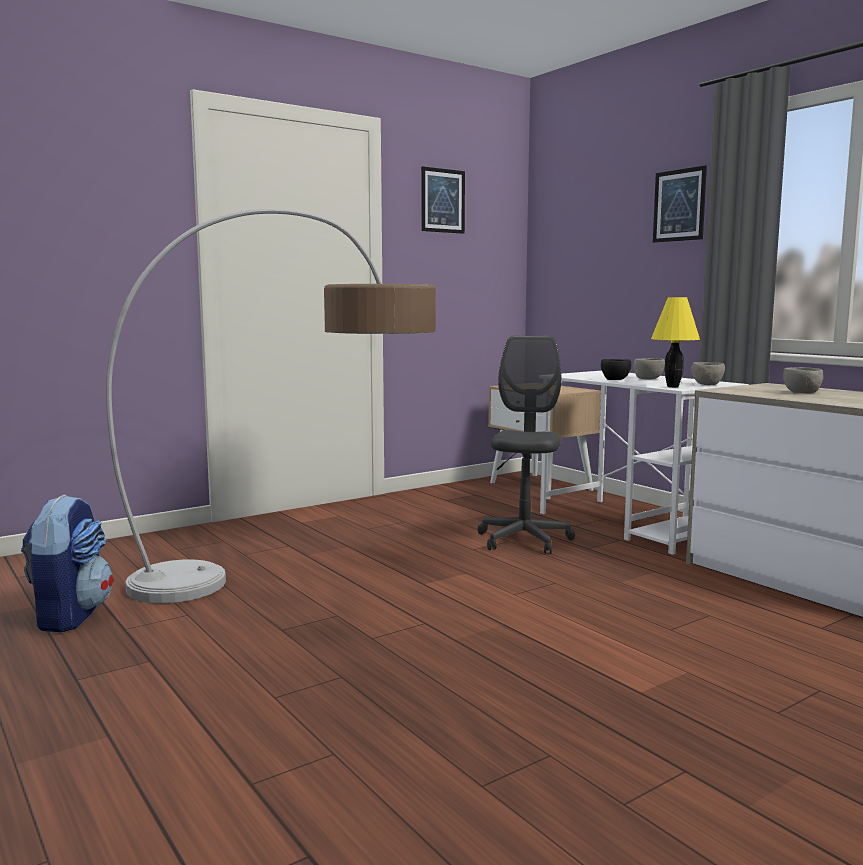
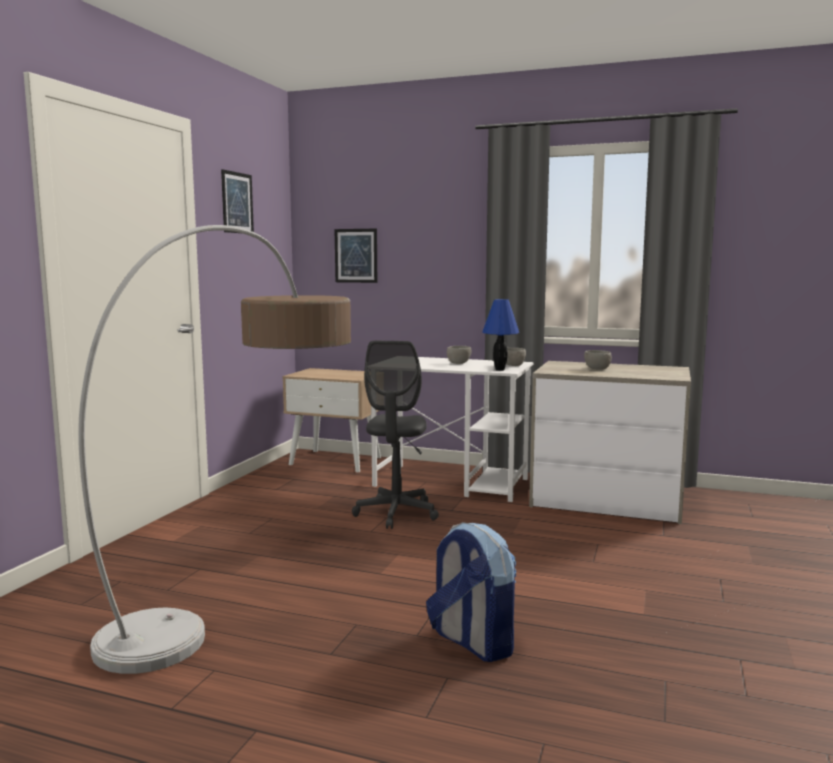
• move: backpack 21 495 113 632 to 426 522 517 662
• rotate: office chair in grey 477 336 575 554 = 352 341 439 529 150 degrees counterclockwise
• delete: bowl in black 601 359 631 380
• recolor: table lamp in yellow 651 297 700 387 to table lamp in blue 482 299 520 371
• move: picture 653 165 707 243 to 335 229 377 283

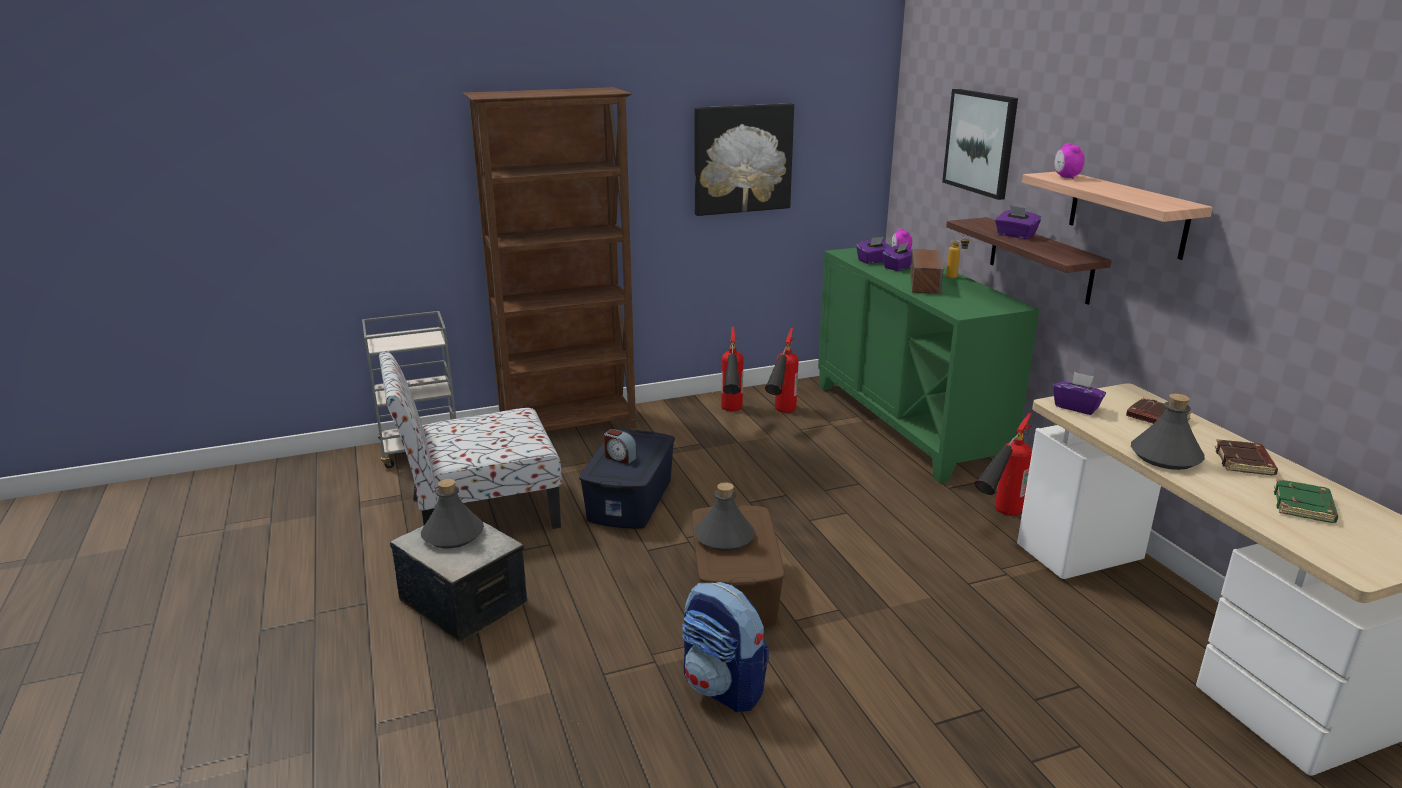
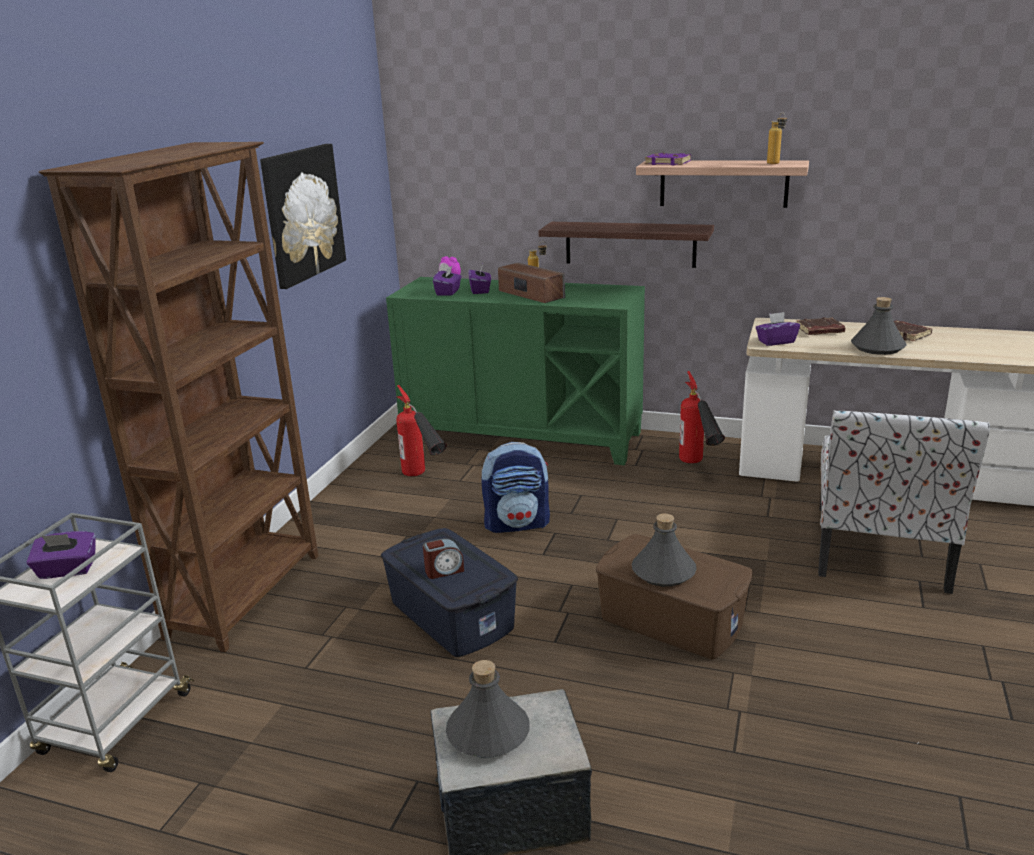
• move: chair 379 351 562 529 to 818 410 990 594
• move: backpack 682 582 769 712 to 481 442 550 533
• delete: fire extinguisher 721 327 743 411
• delete: picture 942 89 1018 200
• move: tissue box in purple 995 205 1041 239 to 27 531 96 579
• replace: alarm clock 1054 143 1085 179 to book in purple 645 153 691 165
• delete: book in green 1274 479 1338 523
• insert: bottle 767 112 787 164

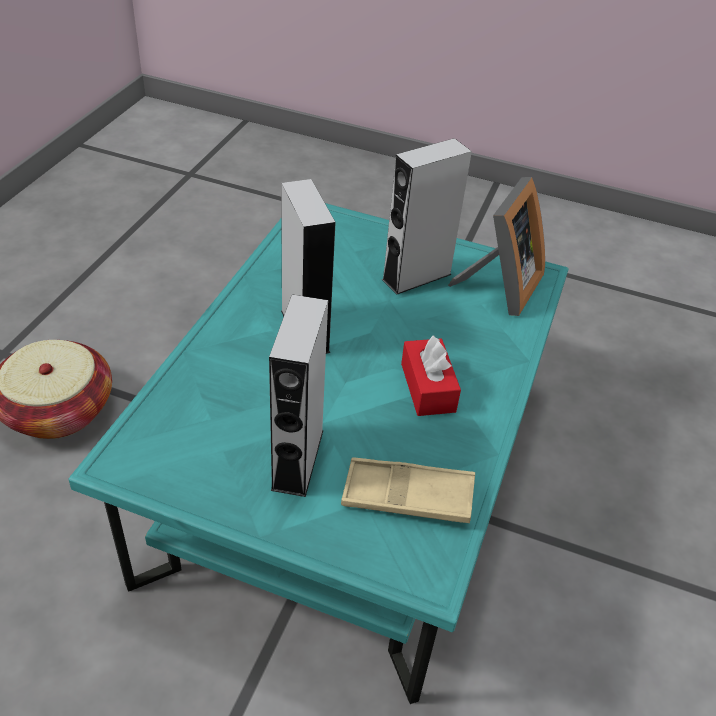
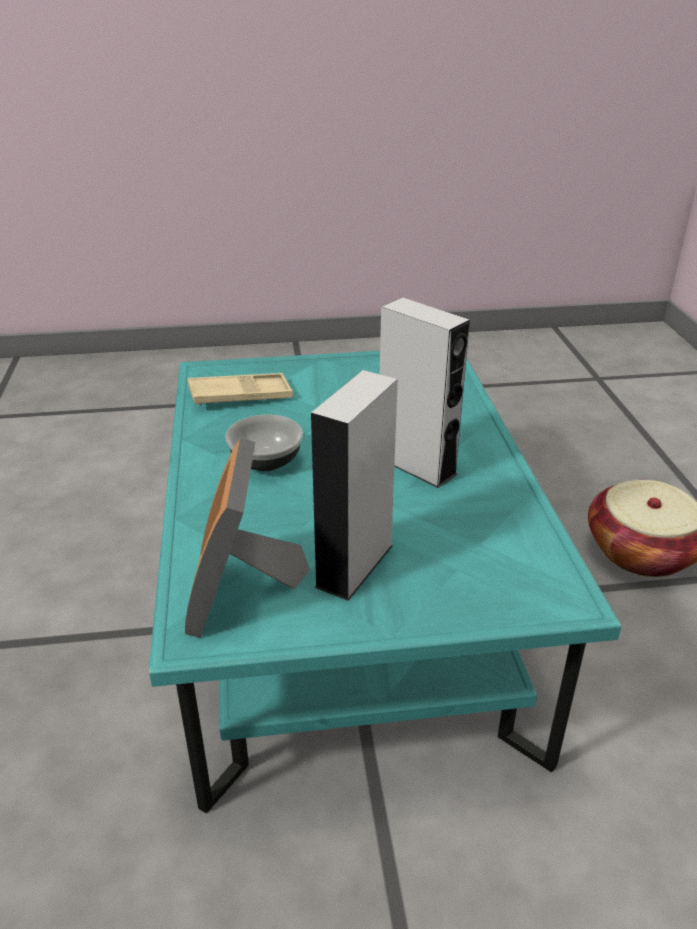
• delete: speaker in grey 269 294 328 497
• replace: tissue box in red 401 336 461 416 to bowl 225 415 303 471

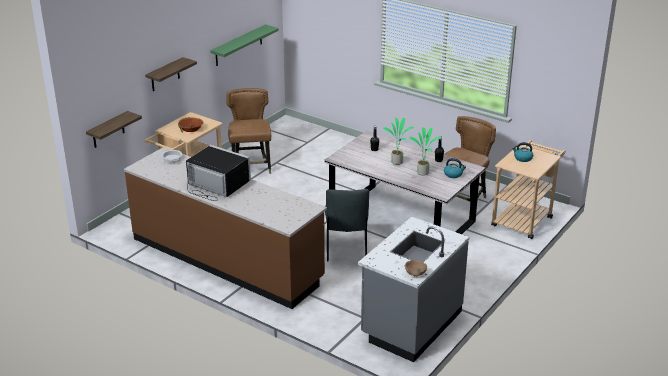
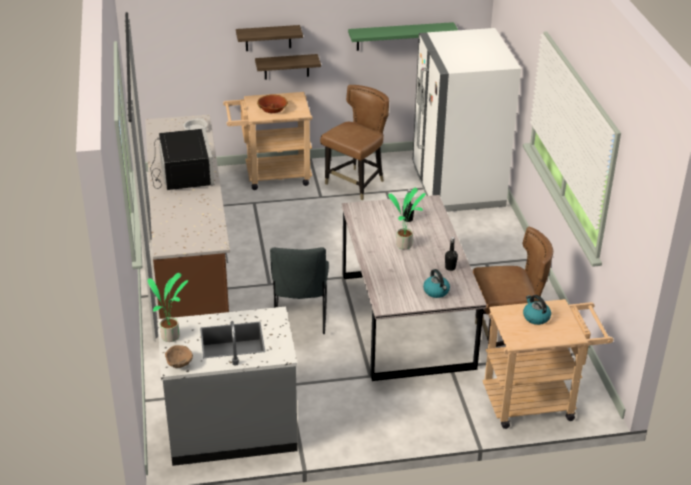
• move: shelf 86 111 142 148 to 255 54 321 80
• rotate: chair in grey 325 189 369 261 = 270 247 329 334 45 degrees counterclockwise
• move: potted plant 409 127 441 176 to 148 273 188 342
• insert: fridge in white 413 28 521 212

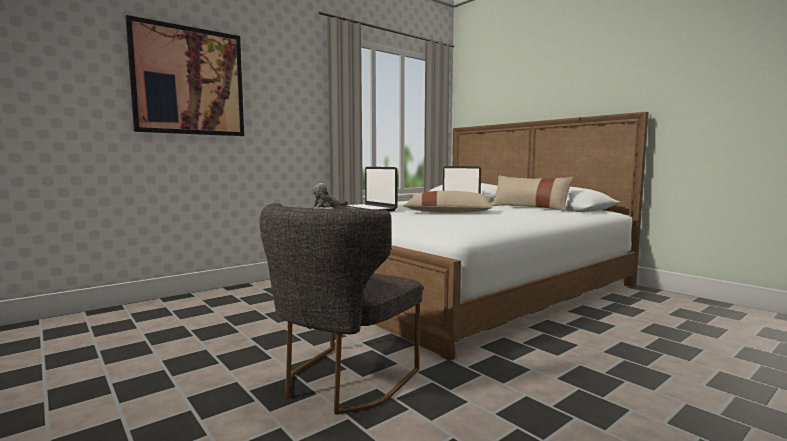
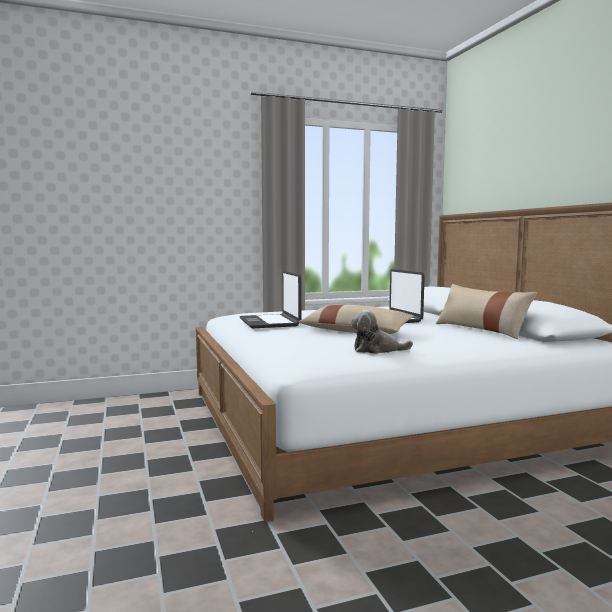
• delete: picture 125 15 244 136
• delete: chair in grey 260 203 423 415
• move: plush toy 312 183 349 208 to 351 310 413 354

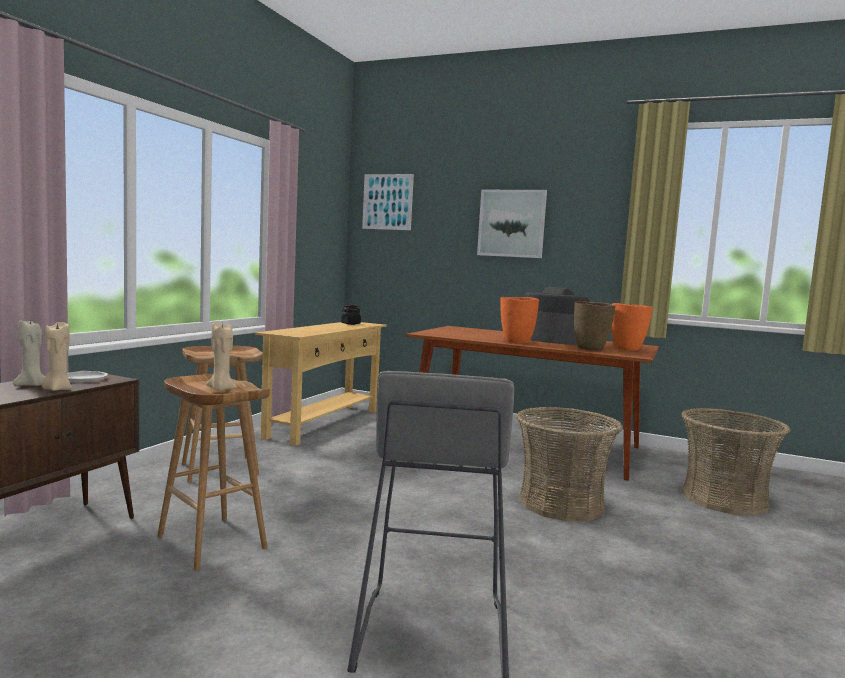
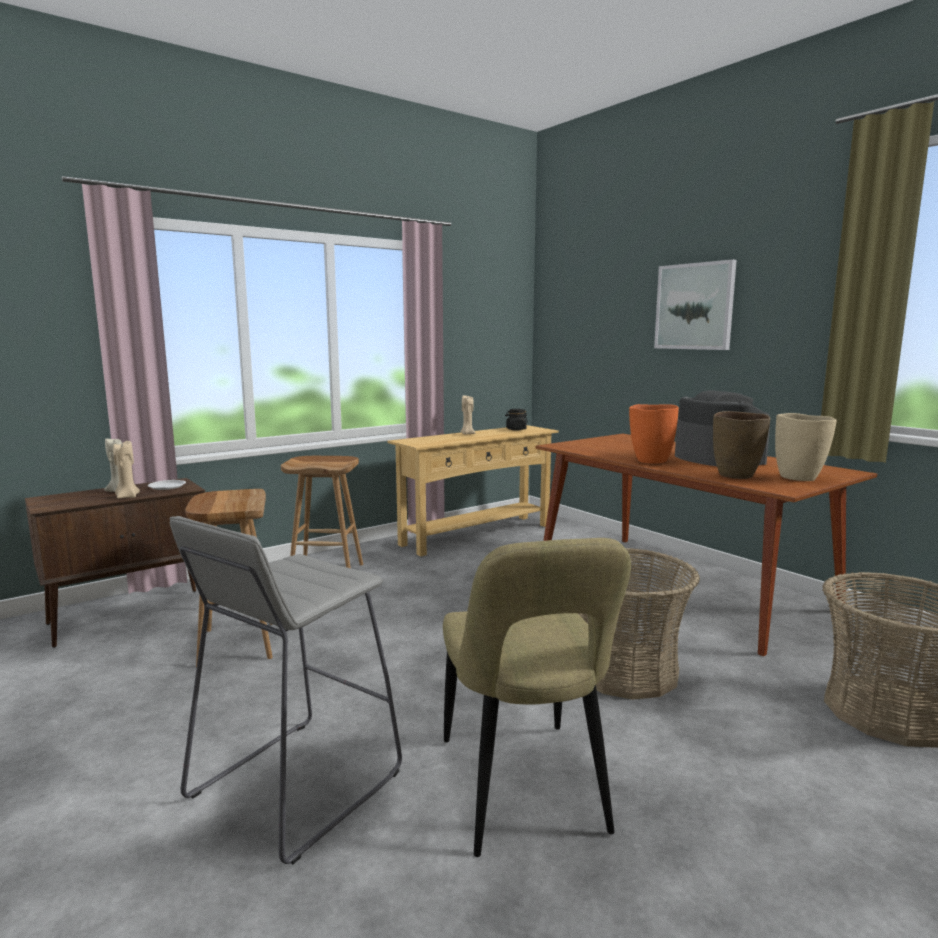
• move: candle in beige 206 322 237 391 to 461 395 475 435
• delete: picture 362 174 414 230
• recolor: vase in orange 611 303 653 351 to vase in beige 775 413 837 481
• insert: chair in beige 443 538 631 857

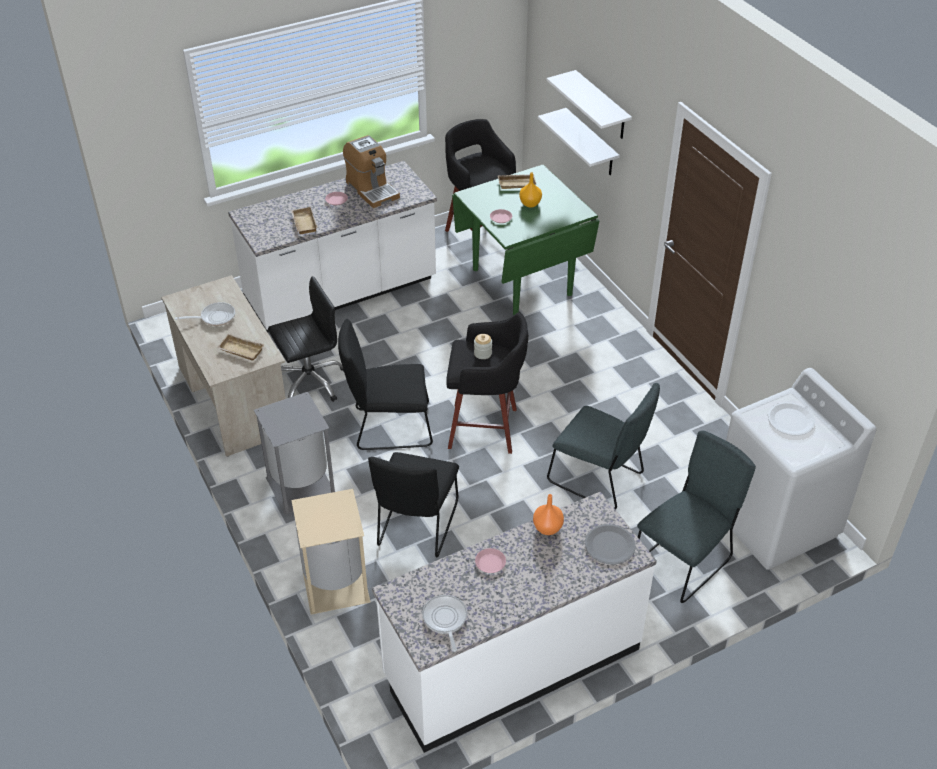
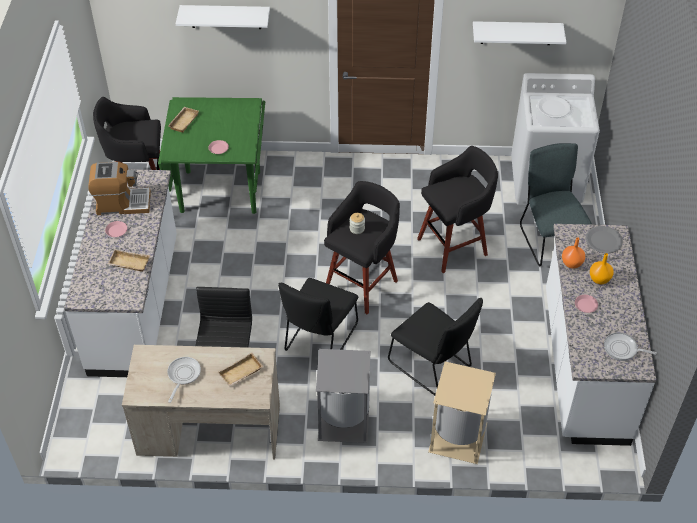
• move: vase in orange 519 172 542 208 to 590 253 614 284
• move: shelf in white 538 108 620 175 to 473 21 566 45
• replace: chair in grey 547 383 660 510 to stool in black 417 146 498 273

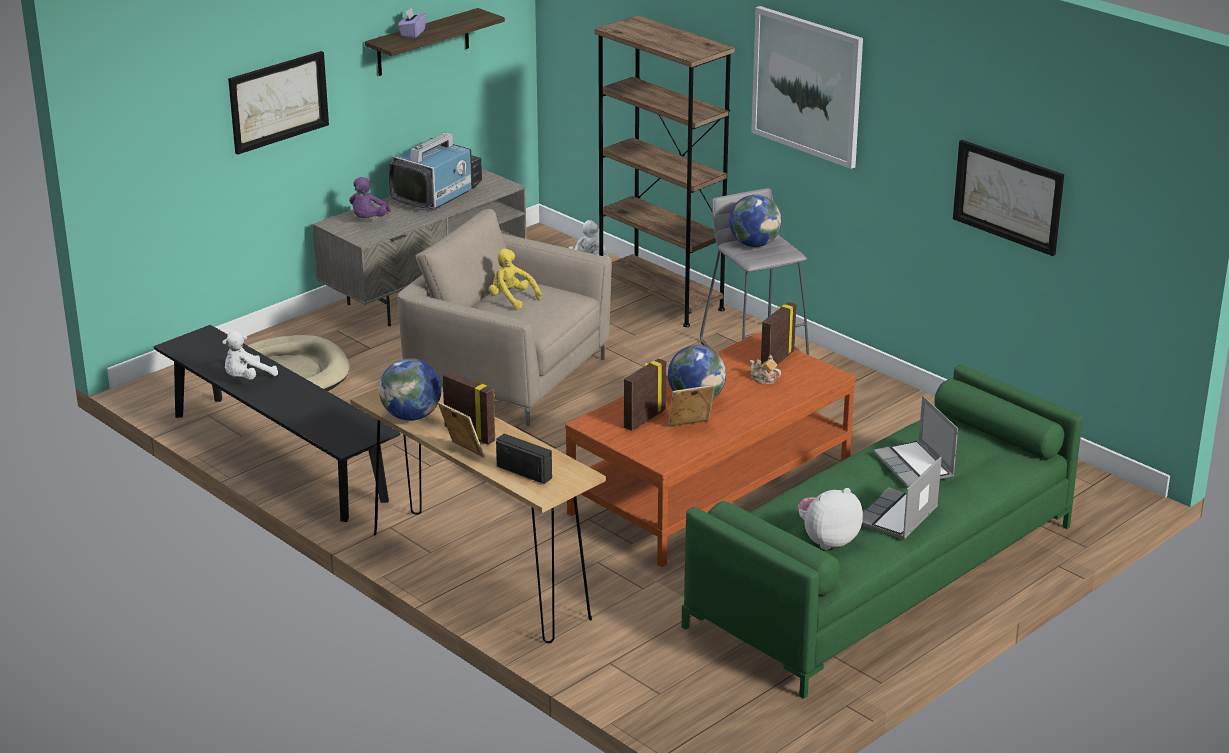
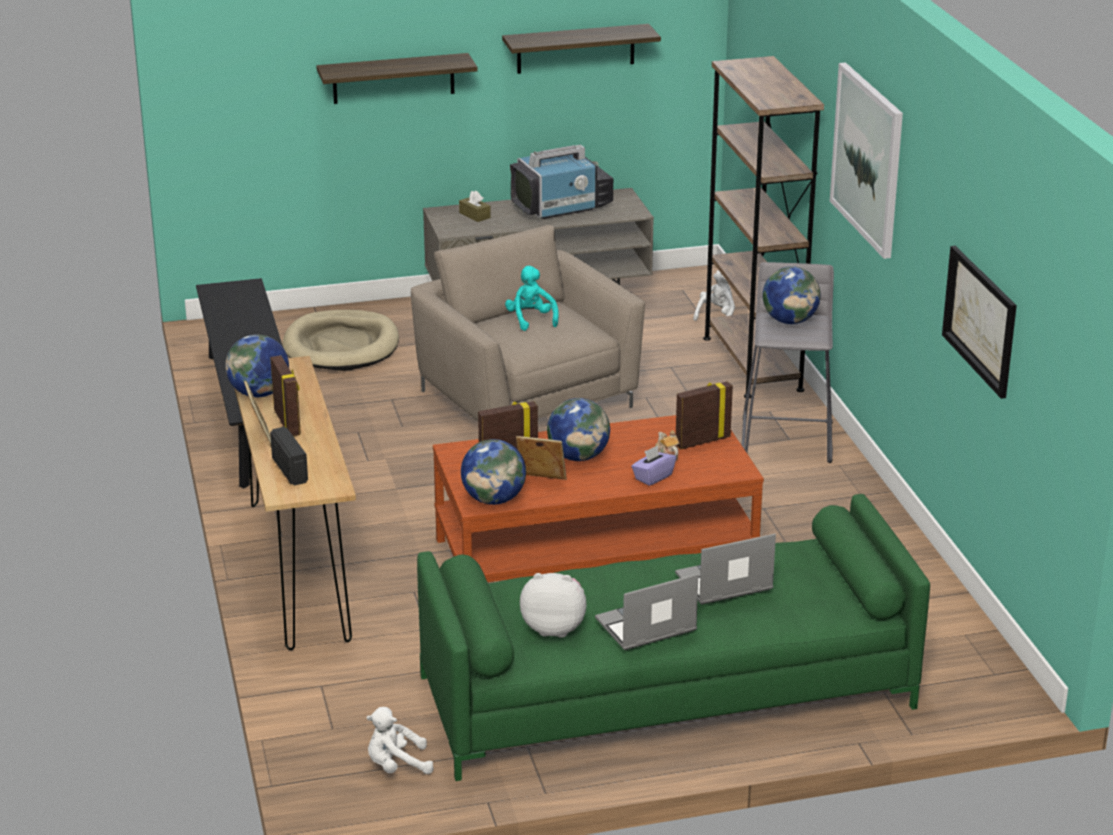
• move: plush toy in white 222 331 278 380 to 366 707 433 774
• replace: picture 228 51 329 155 to shelf 316 53 478 104
• replace: plush toy in purple 349 177 391 218 to tissue box in brown 459 191 491 222
• move: tissue box in purple 398 8 427 38 to 631 445 676 486
• recolor: plush toy in yellow 489 249 542 310 to plush toy in turquoise 505 266 559 331
• rotate: laptop 873 396 958 487 = 675 533 776 604 60 degrees clockwise
• insert: globe 461 439 526 505

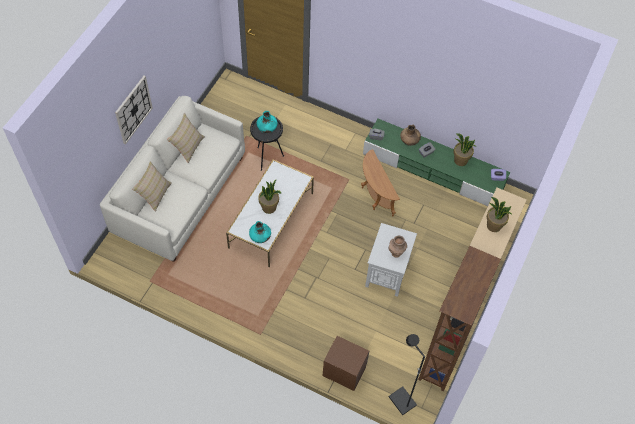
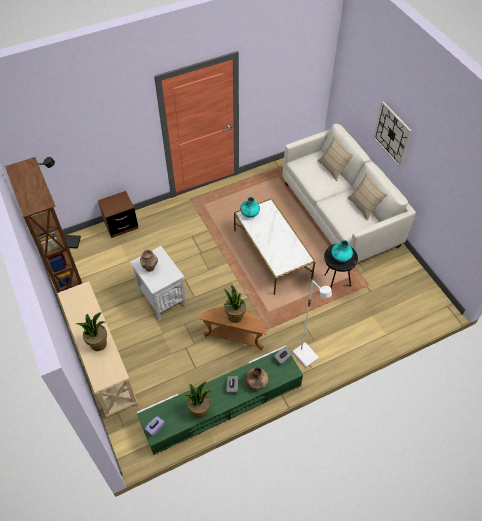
• move: potted plant 258 179 281 214 to 223 285 246 323
• insert: floor lamp in white 292 280 332 367

